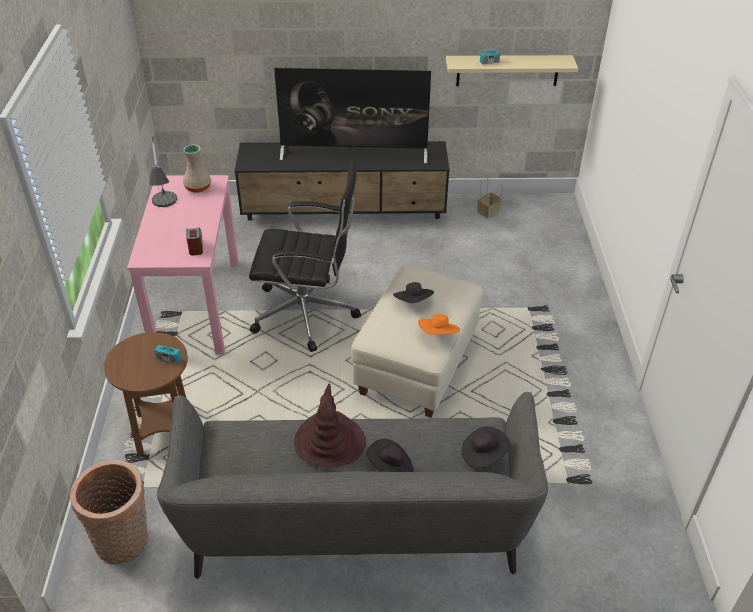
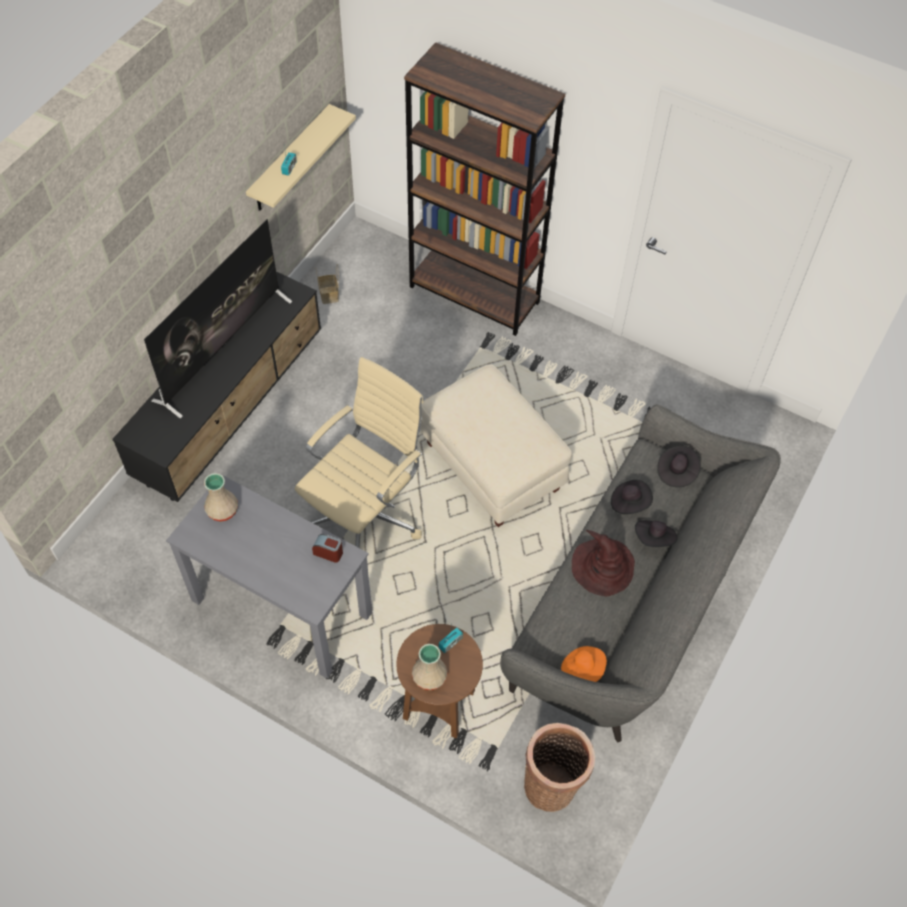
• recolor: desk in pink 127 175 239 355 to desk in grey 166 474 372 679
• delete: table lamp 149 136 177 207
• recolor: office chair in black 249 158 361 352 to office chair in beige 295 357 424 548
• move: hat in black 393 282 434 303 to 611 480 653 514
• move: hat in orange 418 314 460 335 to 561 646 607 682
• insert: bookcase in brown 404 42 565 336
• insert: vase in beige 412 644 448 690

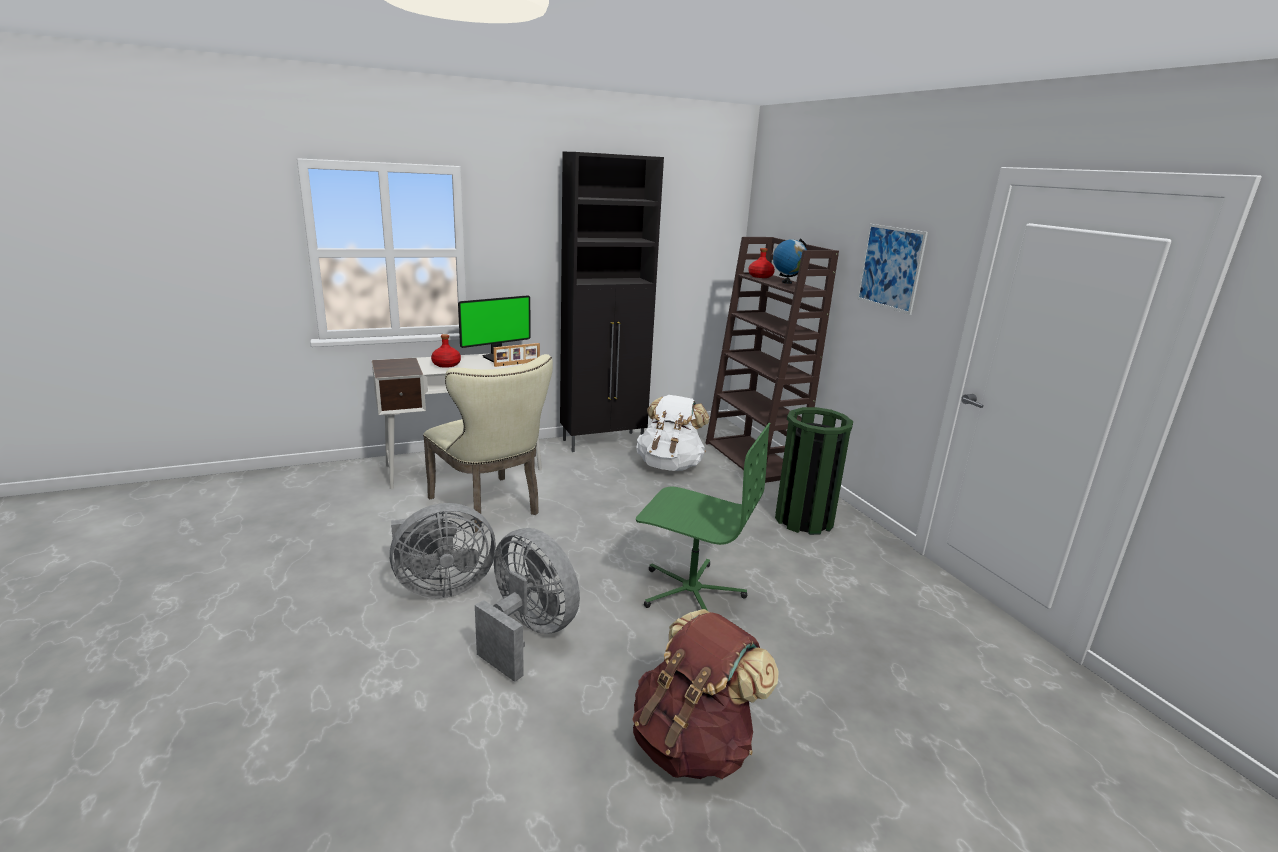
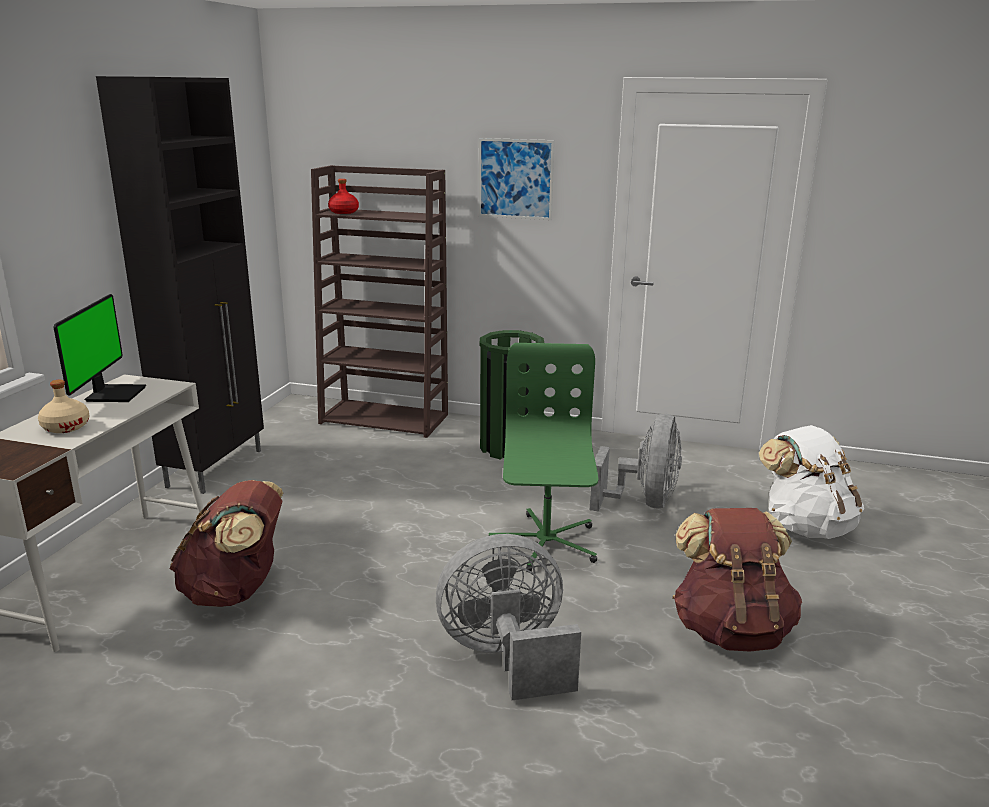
• move: fan in grey 390 503 496 598 to 590 414 682 512
• replace: chair in beige 423 354 553 533 to backpack in brown 170 480 283 607
• recolor: bottle in red 431 334 461 368 to bottle in beige 38 380 89 433
• delete: picture frame 493 343 540 367
• move: backpack in white 636 395 709 471 to 759 425 864 539
• rotate: office chair in green 636 423 770 611 = 488 343 599 572 60 degrees counterclockwise
• delete: globe 773 238 807 284

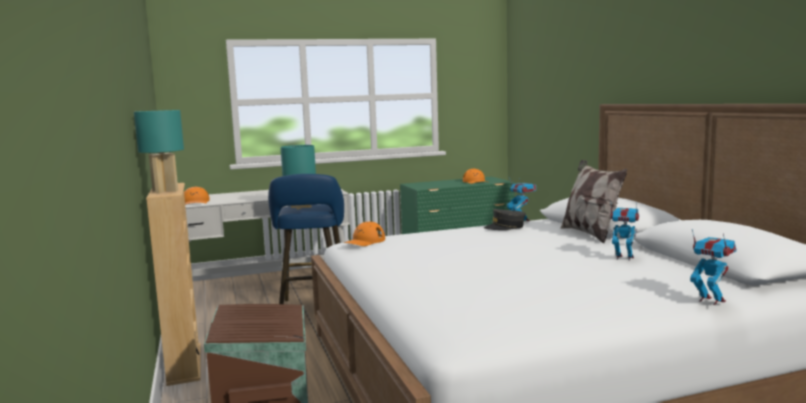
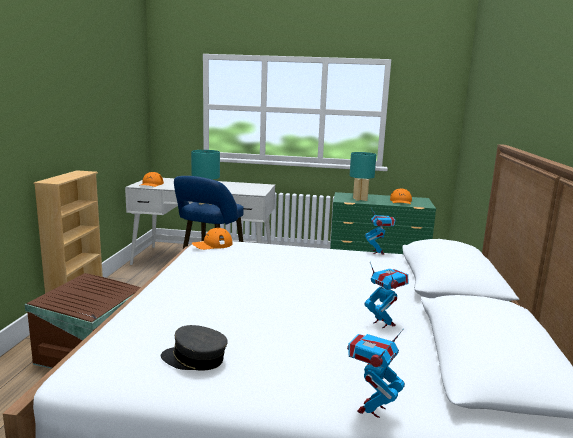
• move: table lamp in turquoise 134 110 184 193 to 349 152 376 201
• move: cap in grey 484 209 526 230 to 161 325 228 371
• delete: pillow 560 160 627 243
• rotate: toy robot 690 229 737 305 = 347 328 405 418 135 degrees counterclockwise

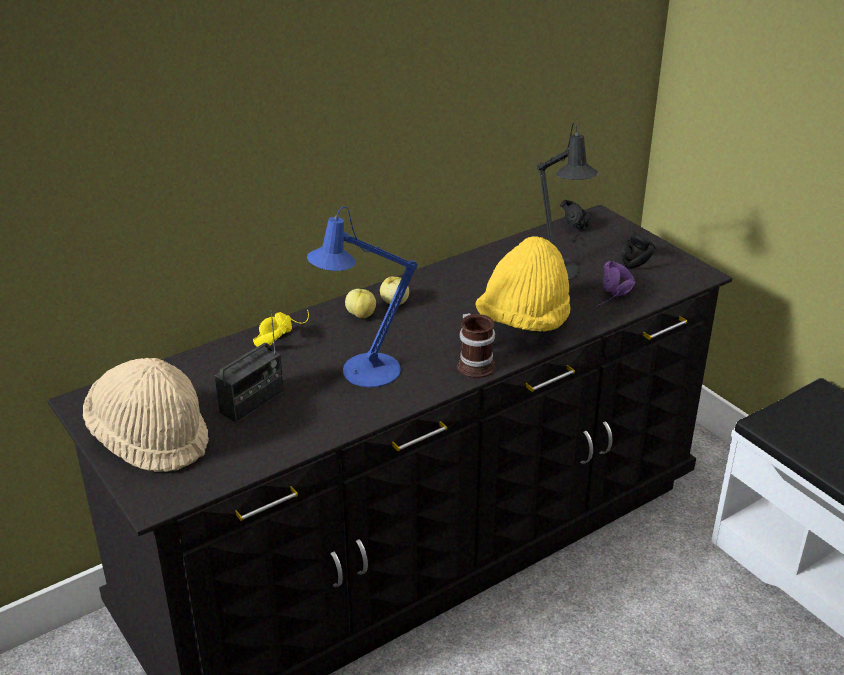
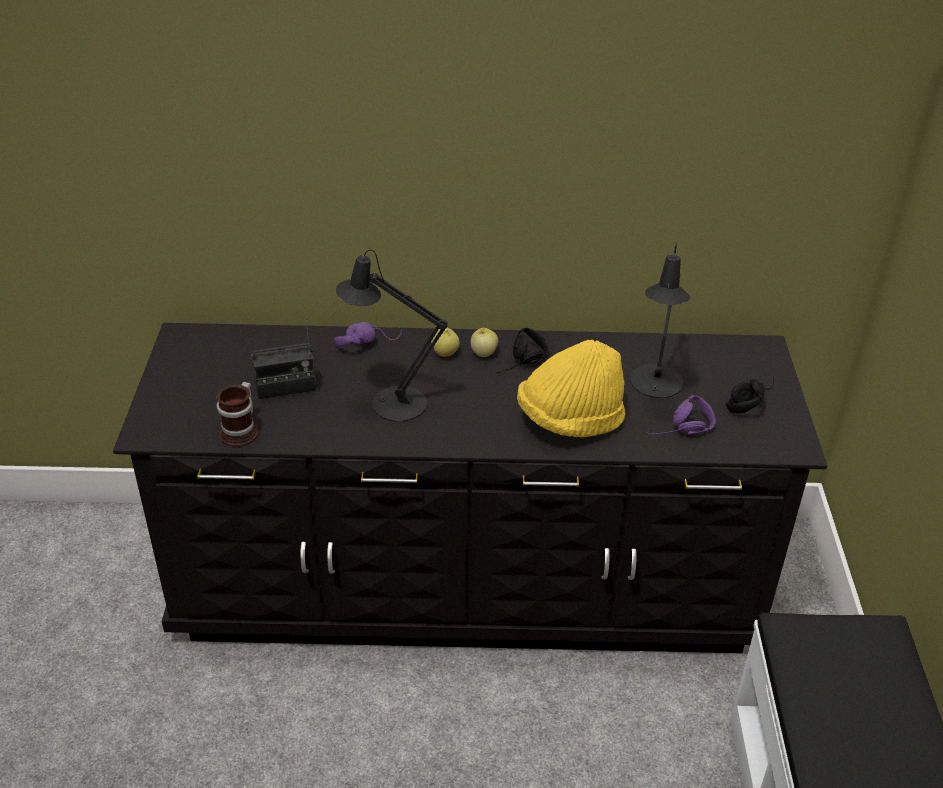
• delete: hat in beige 83 358 209 472
• recolor: headphones in yellow 253 310 309 347 to headphones in purple 334 322 402 348
• recolor: table lamp in blue 307 206 417 387 to table lamp in black 336 250 448 422
• move: mug 457 313 496 378 to 216 382 259 447
• move: headphones in black 560 200 591 242 to 497 328 549 374

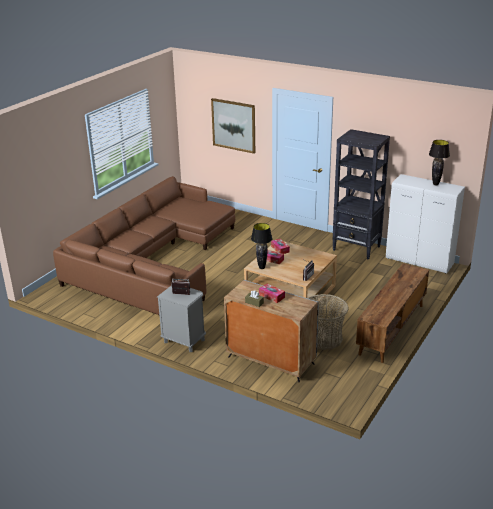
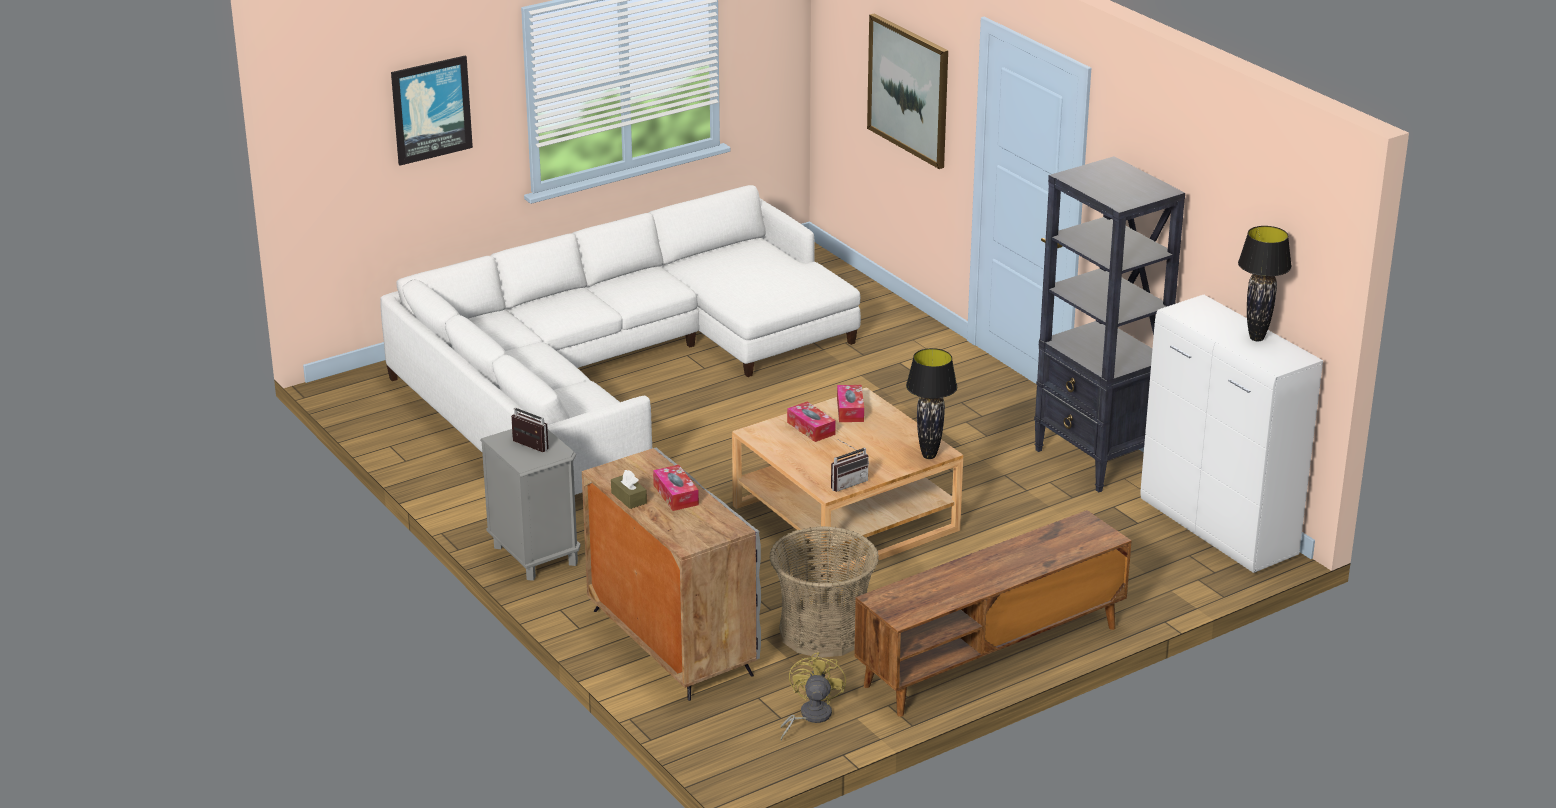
• recolor: sofa in brown 53 176 235 315 to sofa in white 380 185 861 495
• move: table lamp in black 251 223 272 269 to 906 348 957 459
• insert: picture 391 56 473 166
• insert: fan in yellow 780 652 846 740

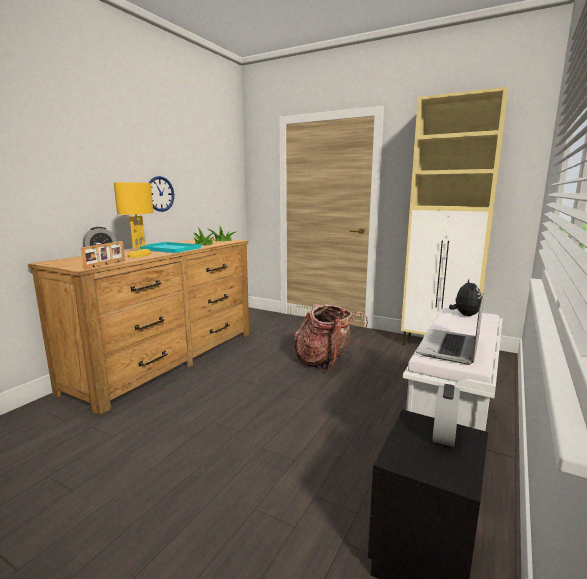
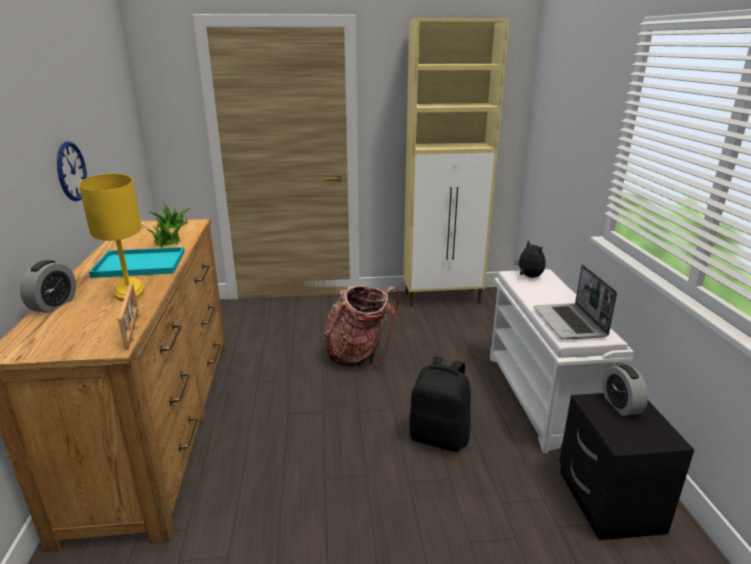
• insert: backpack in black 409 356 471 452

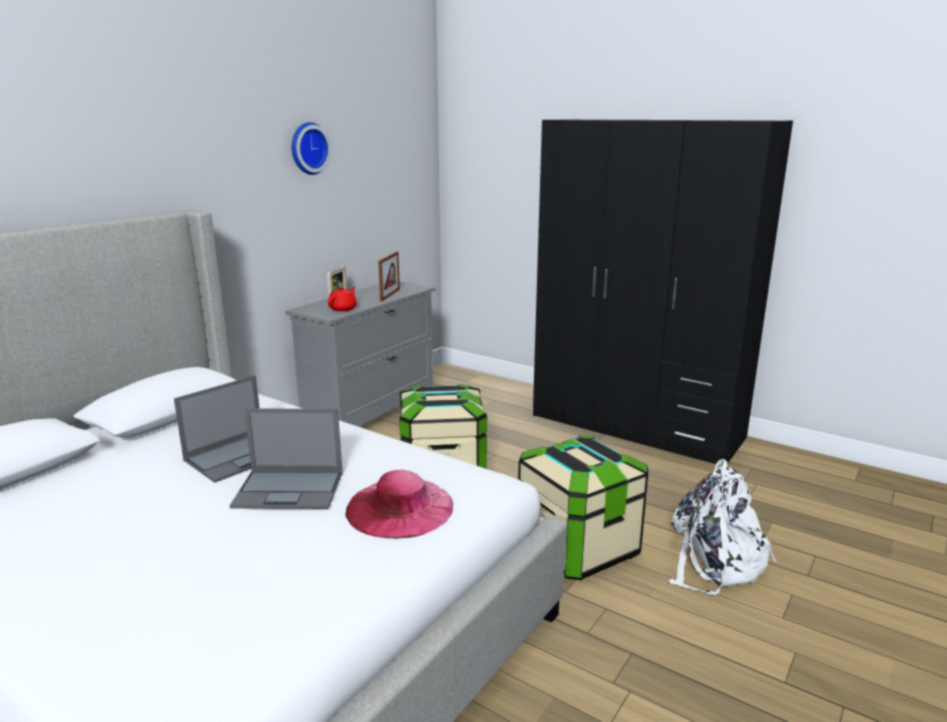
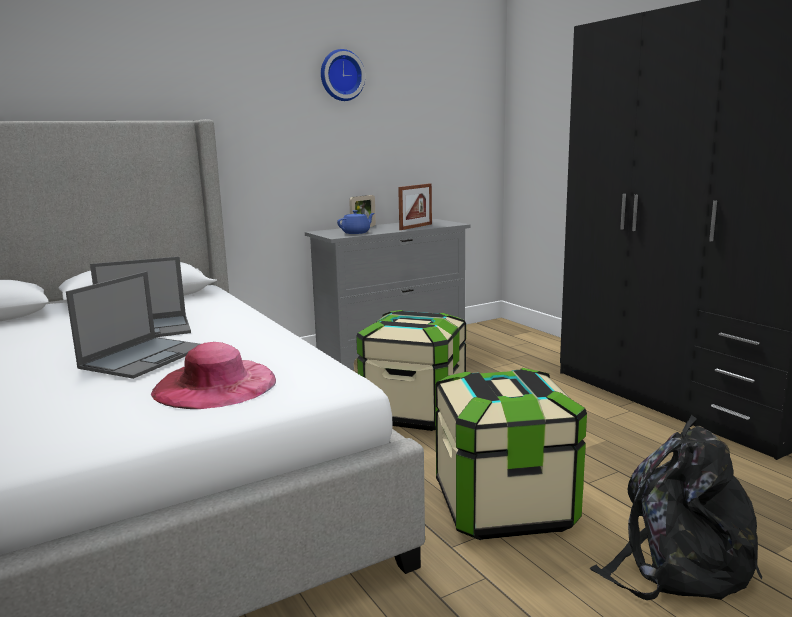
• rotate: laptop 230 408 343 509 = 66 271 200 379 90 degrees counterclockwise
• recolor: teapot in red 328 287 357 311 to teapot in blue 337 210 374 234
• recolor: backpack in white 668 459 776 595 to backpack in black 590 415 762 600

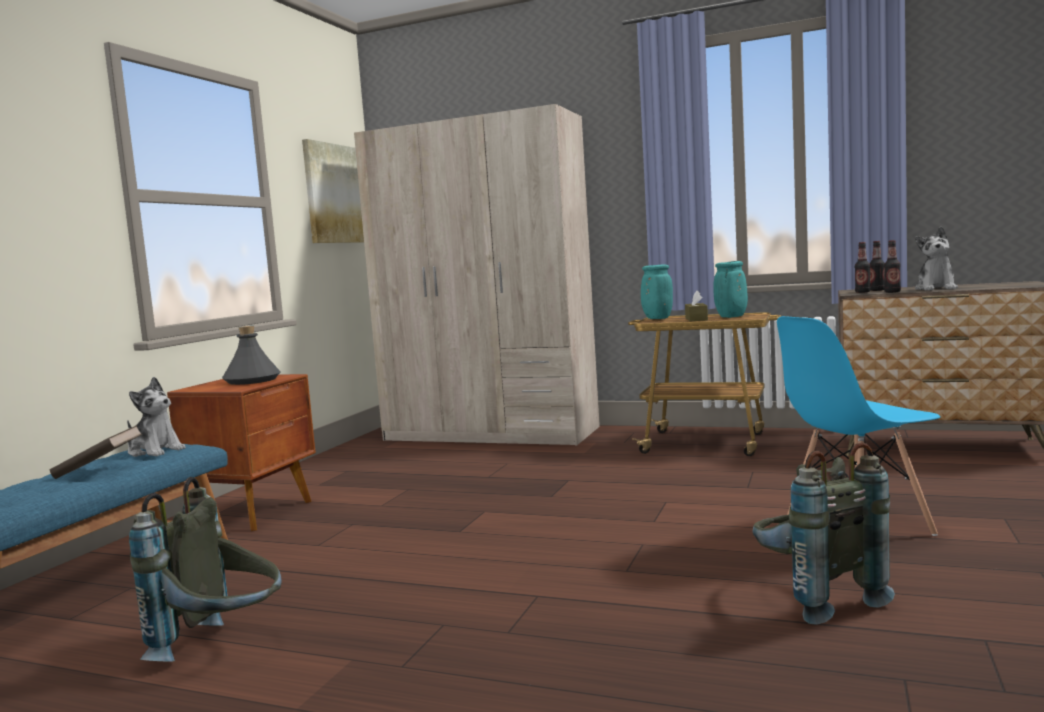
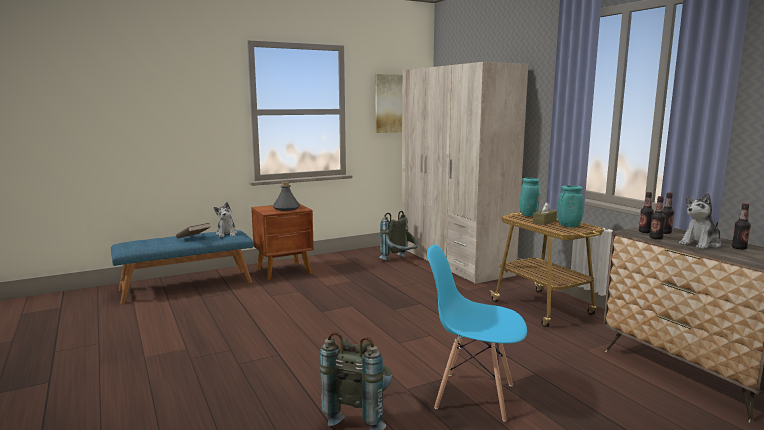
• move: backpack in grey 129 477 282 661 to 379 211 418 260
• insert: bottle 732 203 751 250

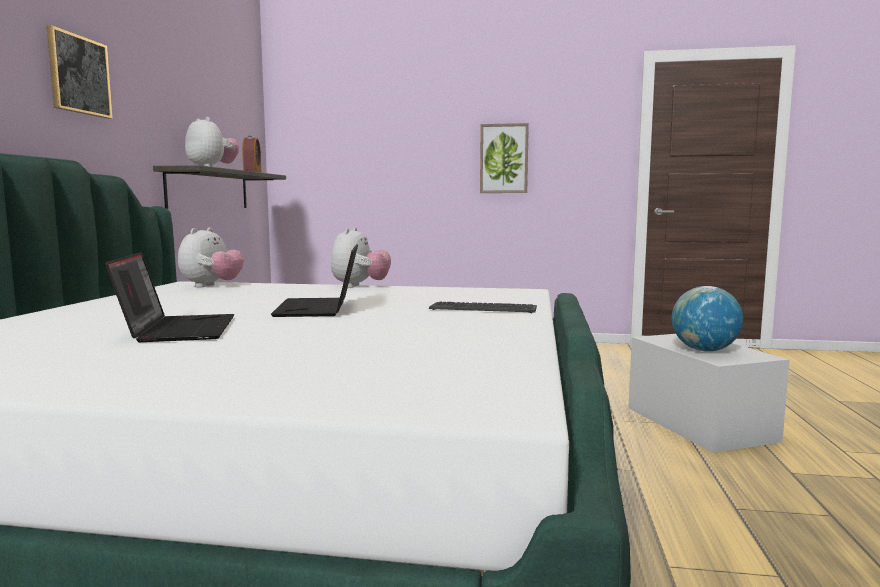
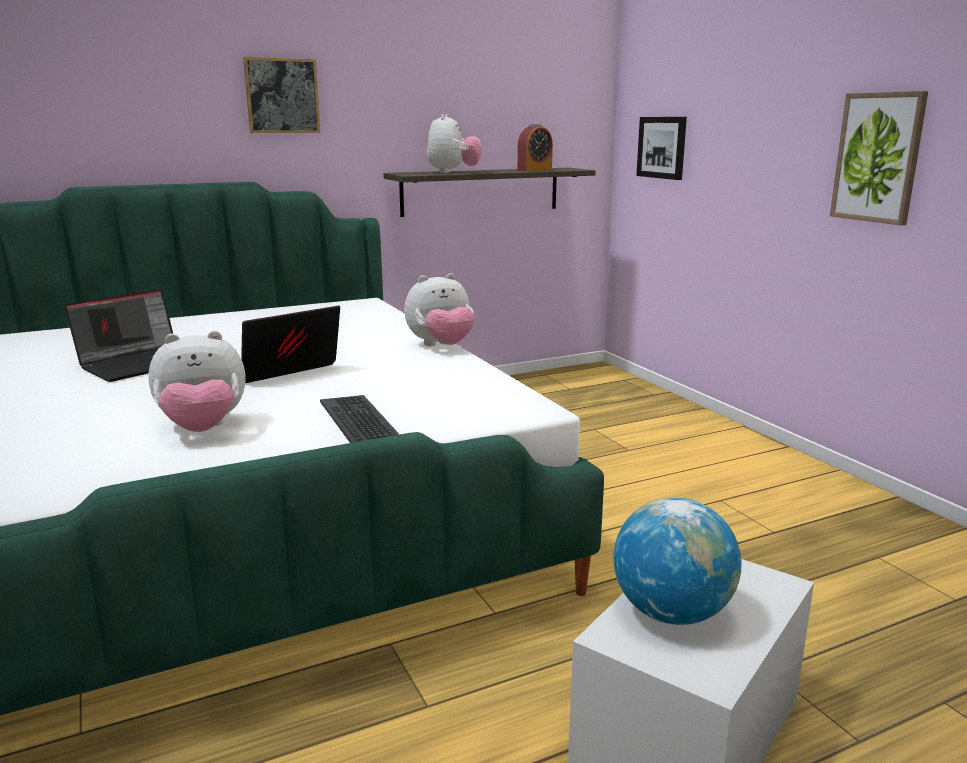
• move: plush toy 178 227 244 287 to 148 331 246 432
• insert: picture 636 117 687 180

